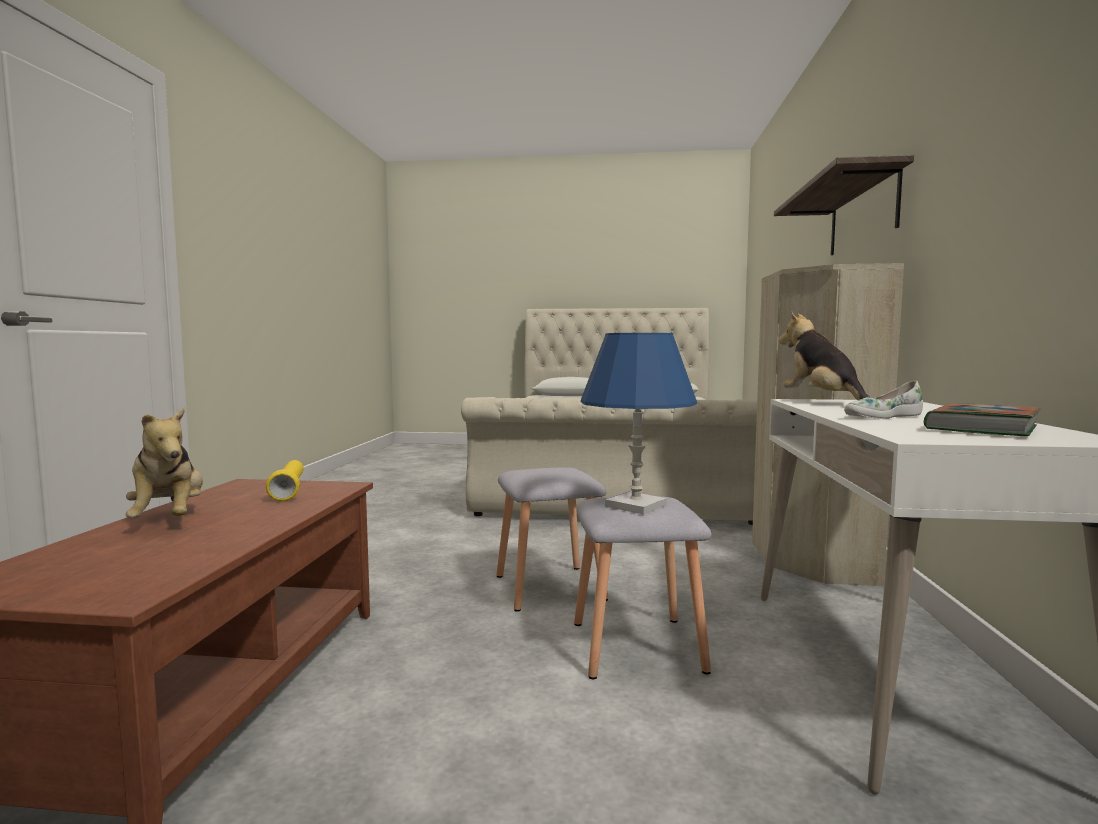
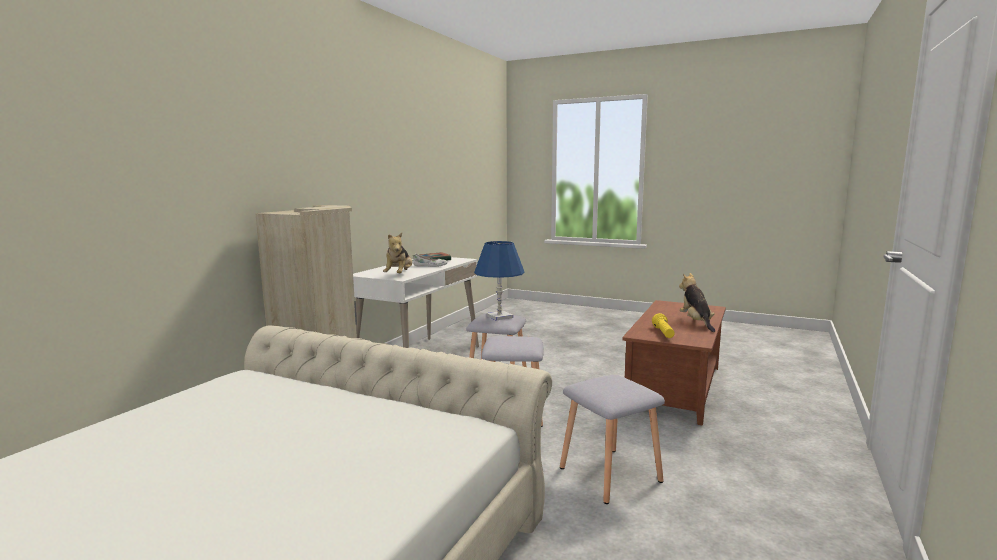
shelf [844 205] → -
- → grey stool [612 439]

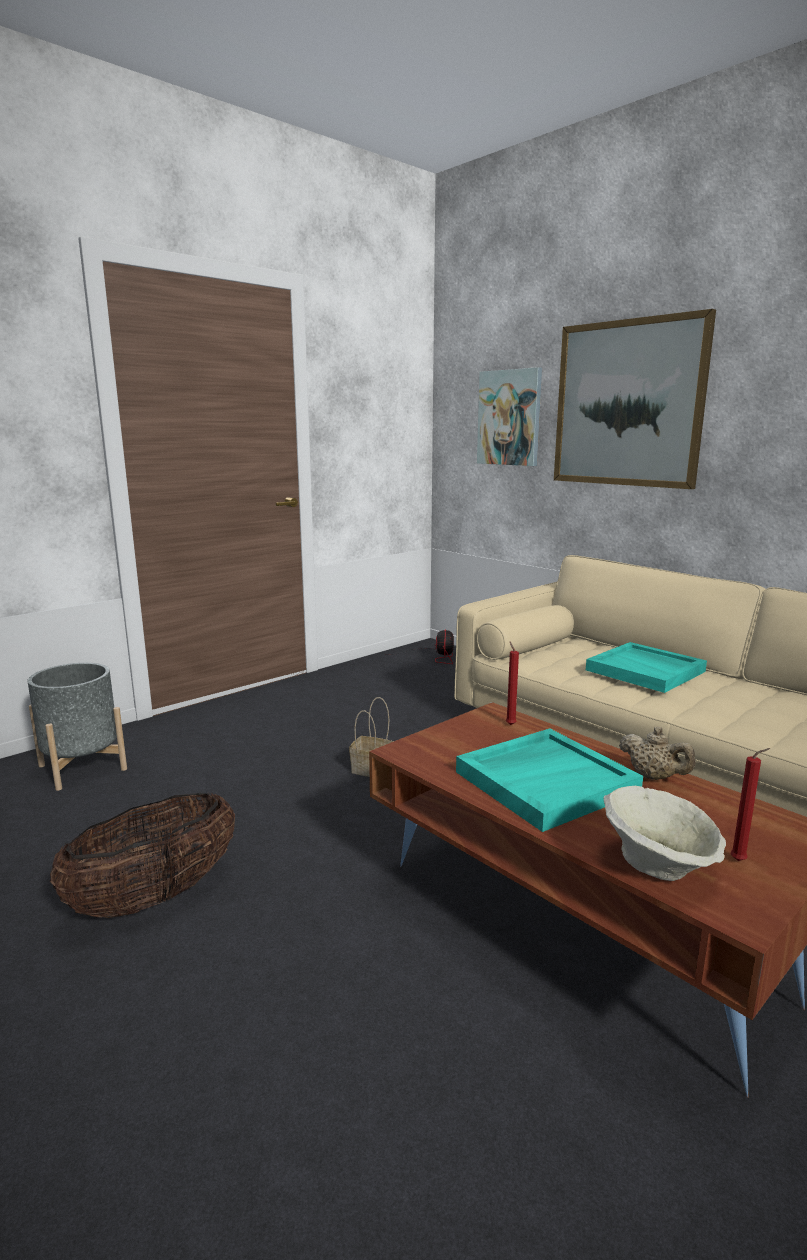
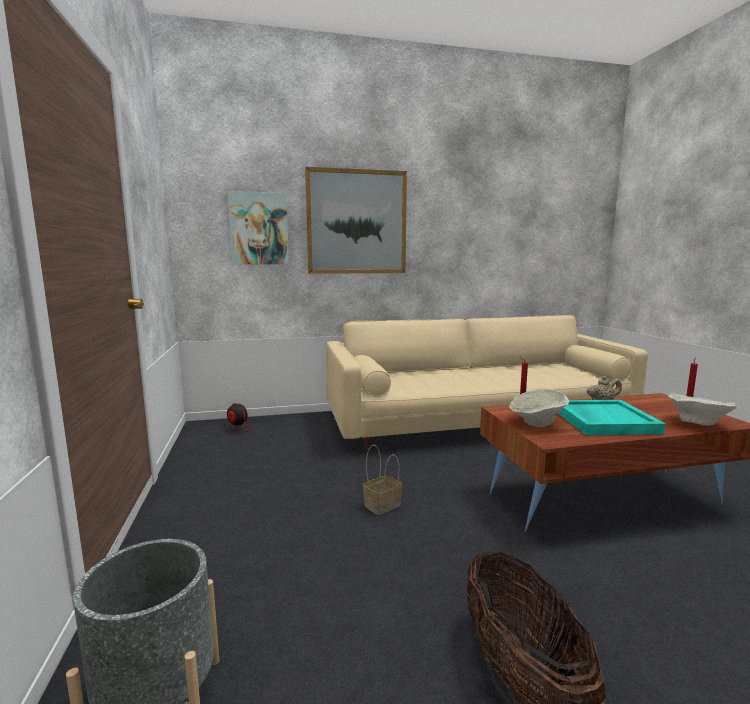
turquoise tray [646 667] → -
- → beige bowl [539 408]

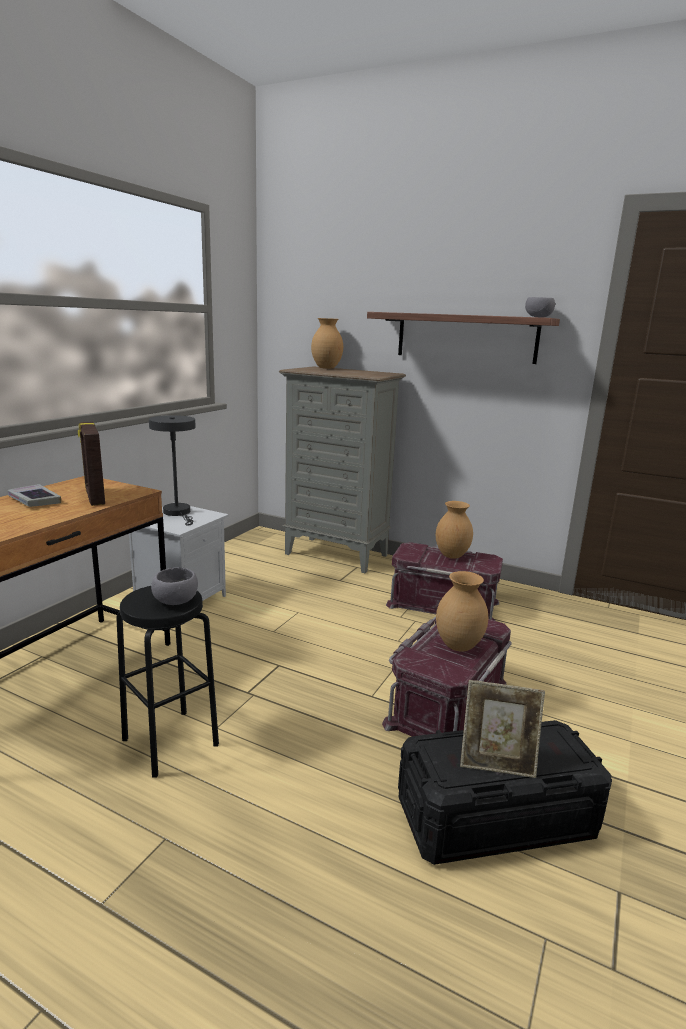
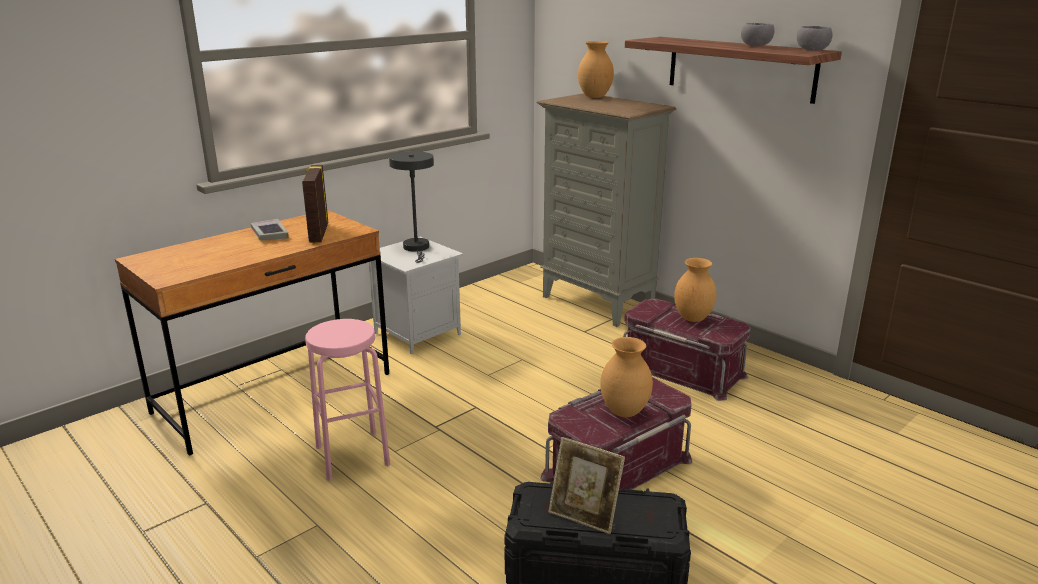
grey bowl [174 586] → grey bowl [758 34], relocated
black stool [167 682] → pink stool [347 400]

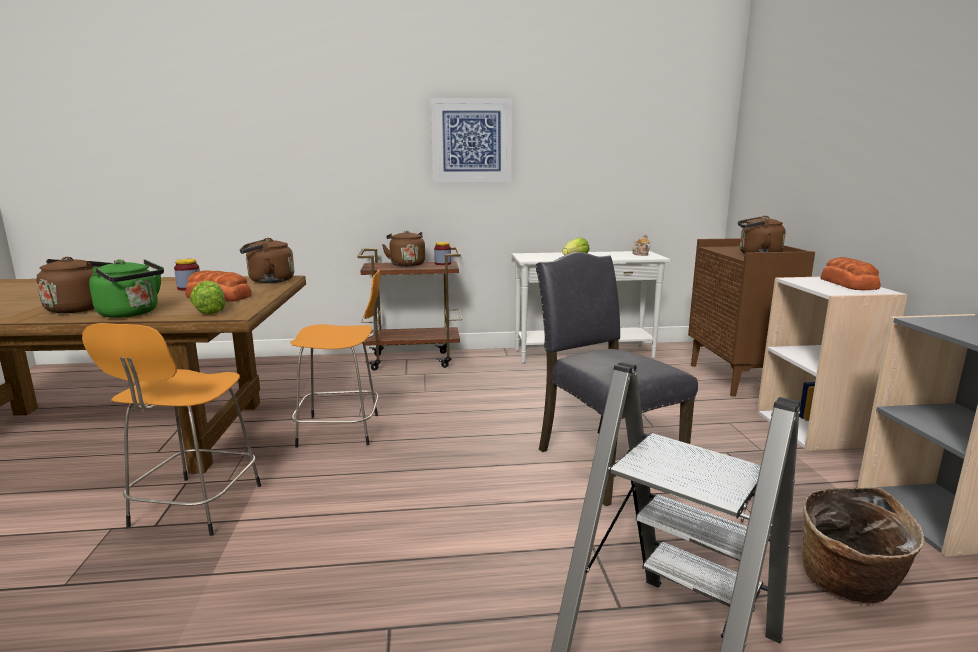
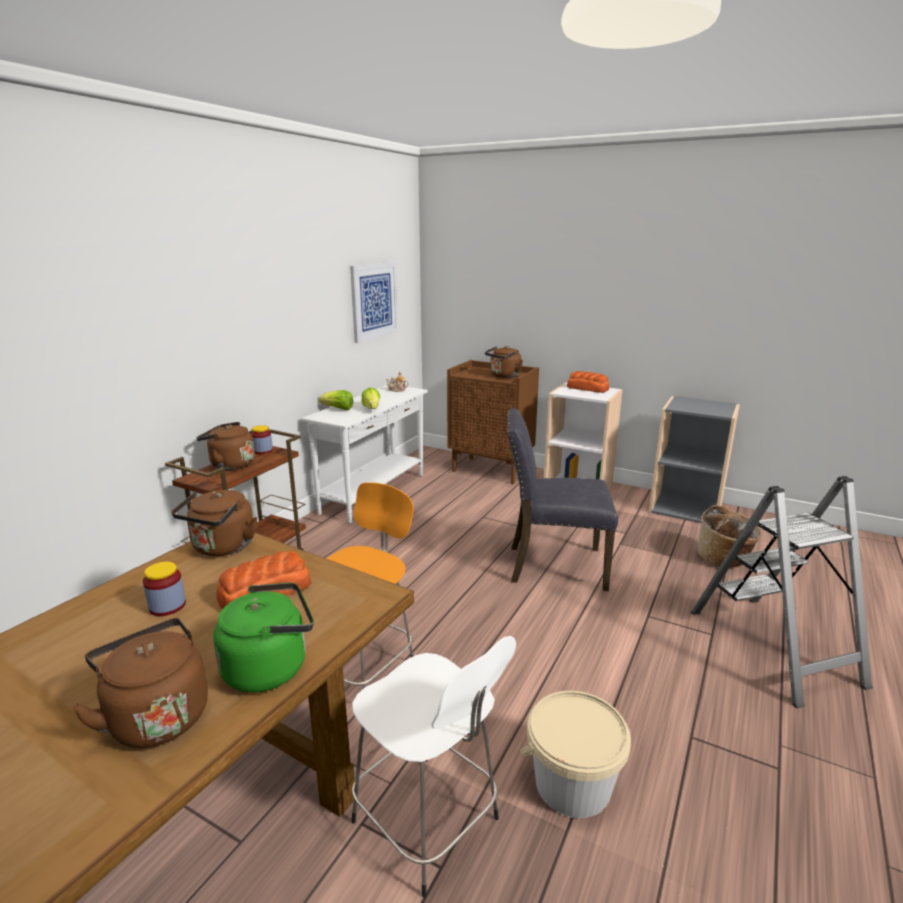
- → beige bucket [575 754]
lettuce [208 298] → lettuce [336 400], relocated
picture [471 140] → picture [374 302], relocated
orange stool [171 429] → white stool [434 767]

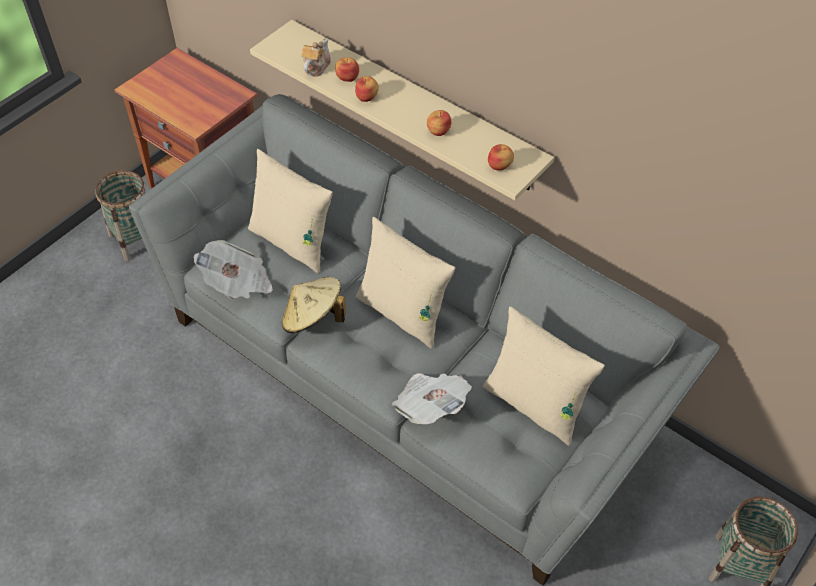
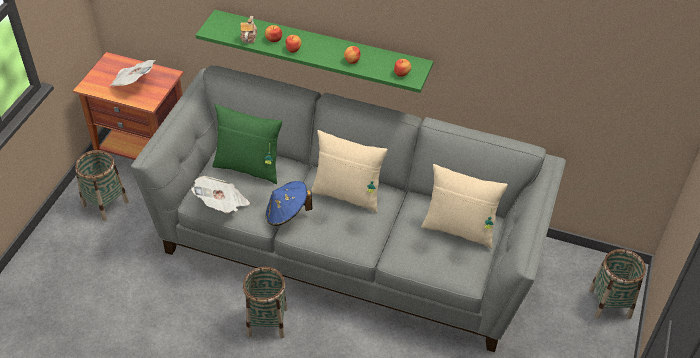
- → basket [265 302]
newspaper [431 398] → newspaper [132 73], relocated
beige pillow [290 211] → green pillow [247 144]
beige shelf [402 110] → green shelf [314 51]
beige hat [314 305] → blue hat [288 203]

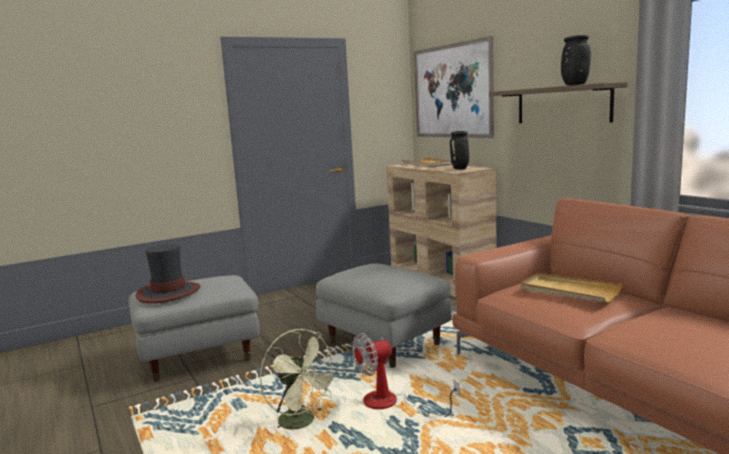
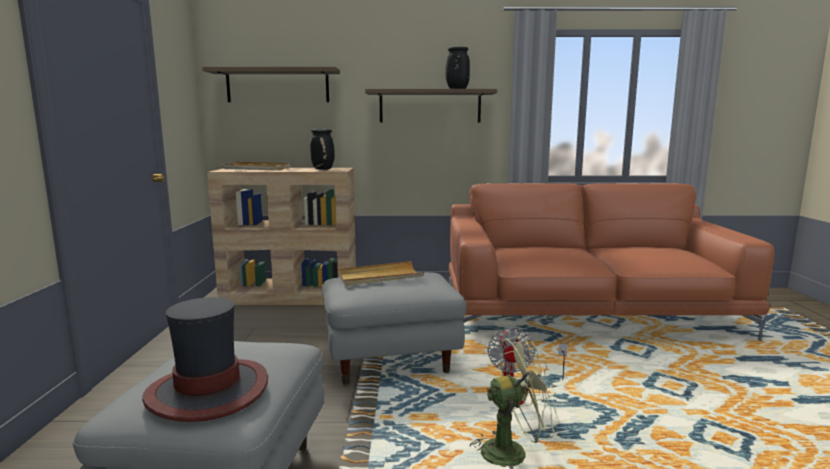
beige tray [571 287] → beige tray [381 273], relocated
picture [454 87] → shelf [271 84]

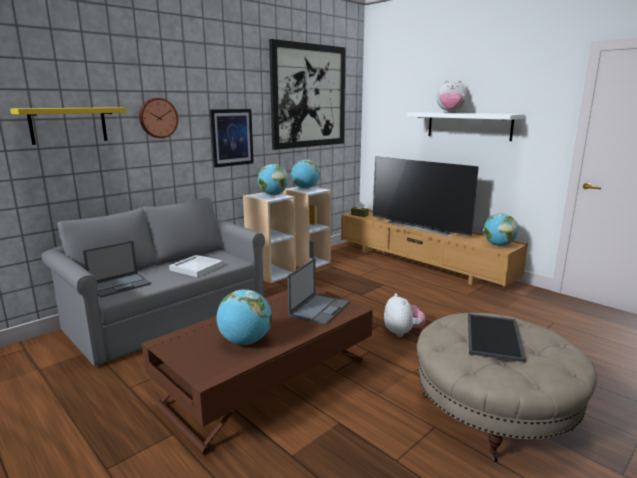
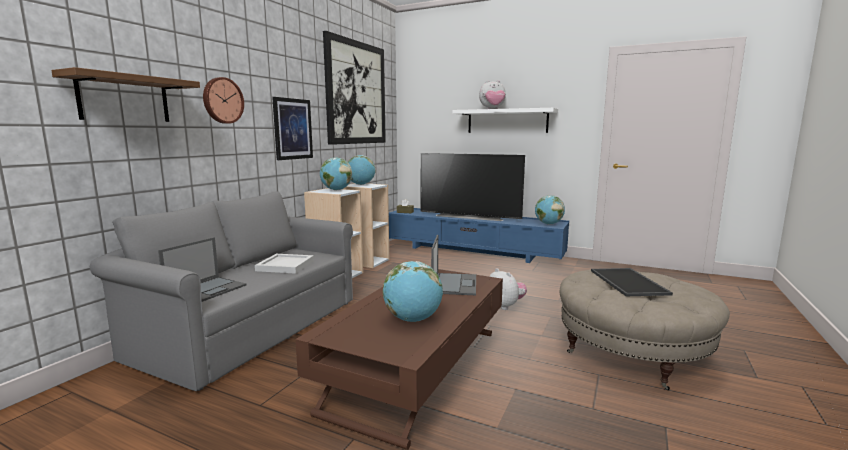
yellow shelf [68 126] → brown shelf [125 94]
brown tv stand [434 248] → blue tv stand [479 235]

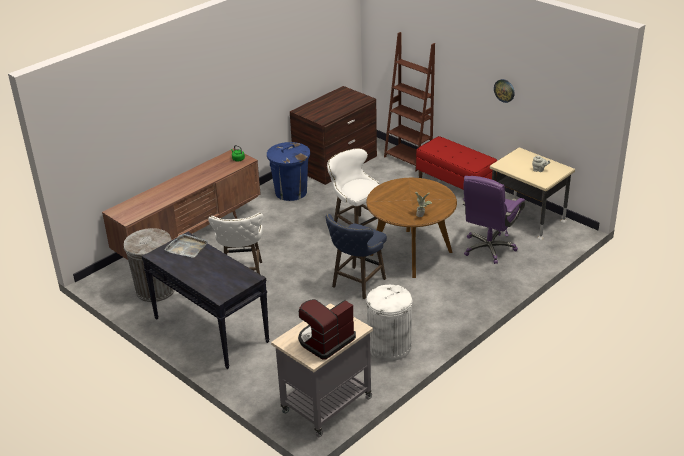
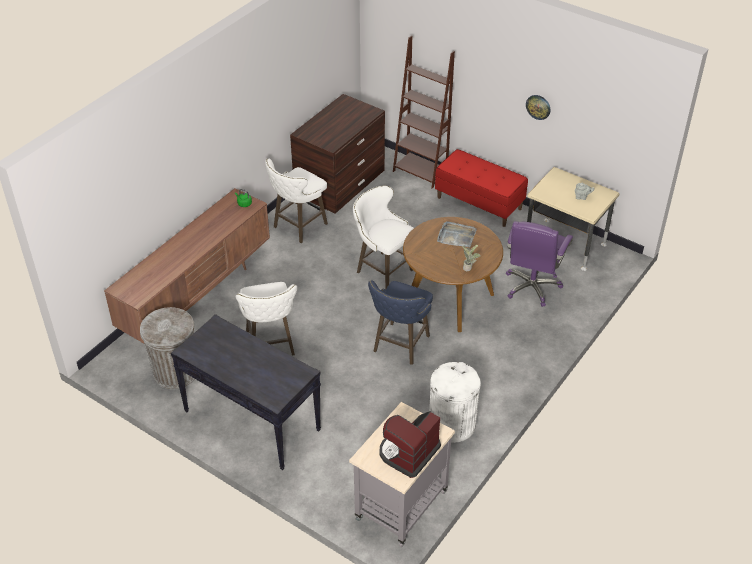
grey tray [186 246] → grey tray [457 234], relocated
blue trash can [288 171] → white stool [296 201]

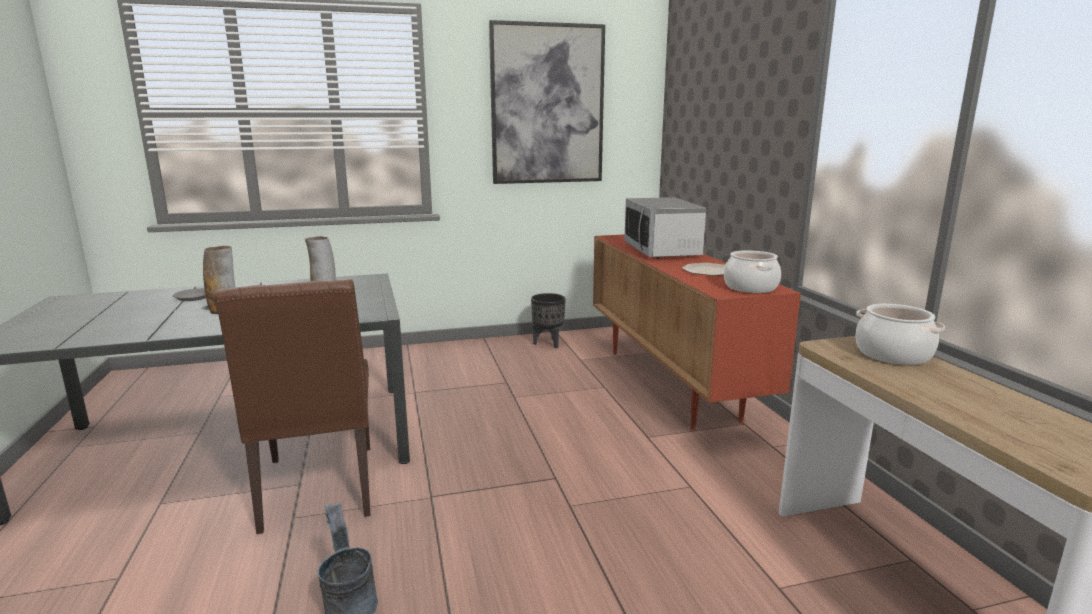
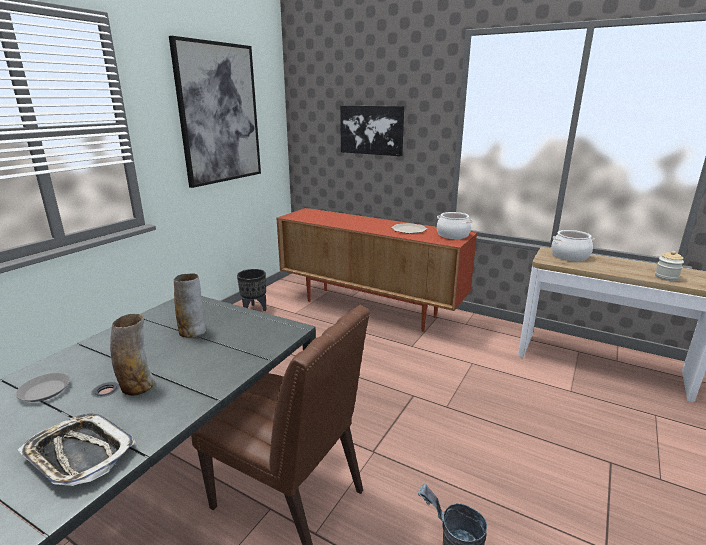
microwave [665 227] → -
- → tray [77 450]
- → picture [372 130]
- → jar [669 266]

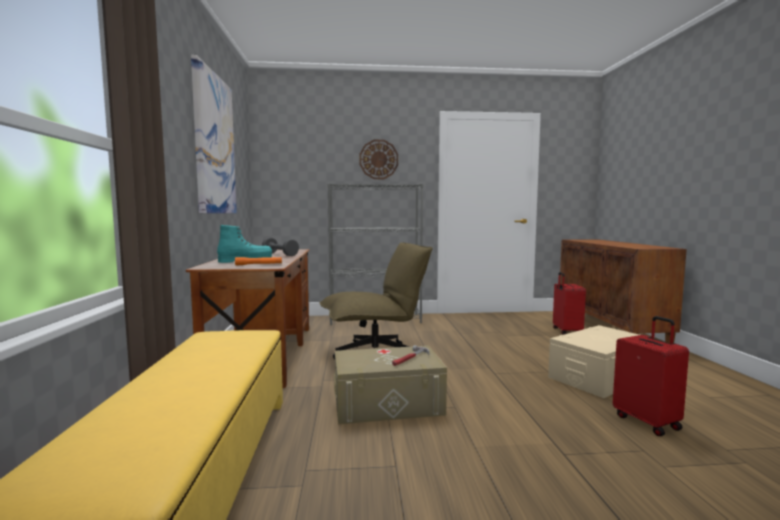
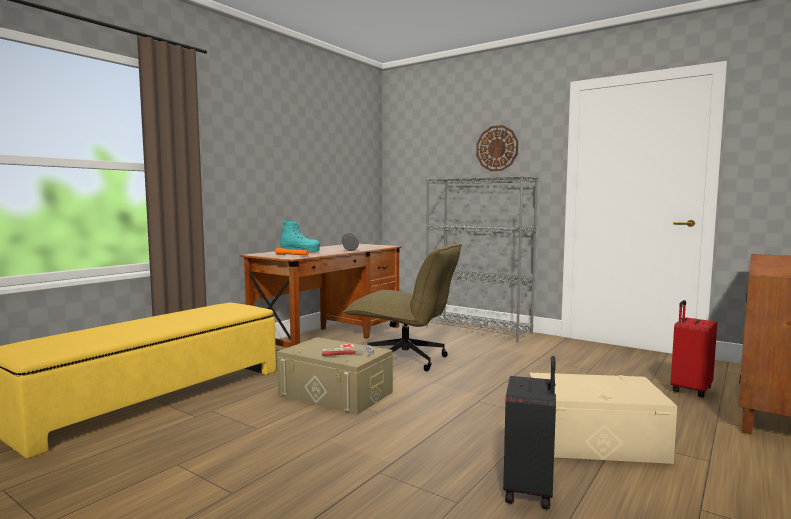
picture [214 134] → -
red suitcase [651 376] → black suitcase [529 433]

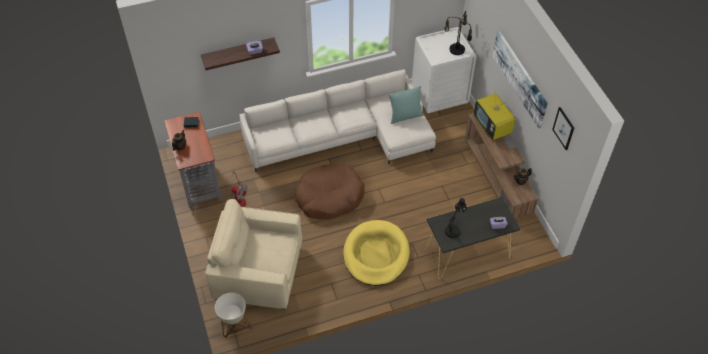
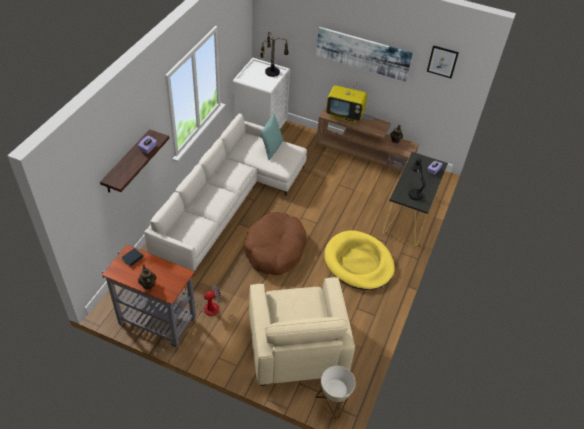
beige armchair [253 254] → beige armchair [302 331], 60 degrees counterclockwise

